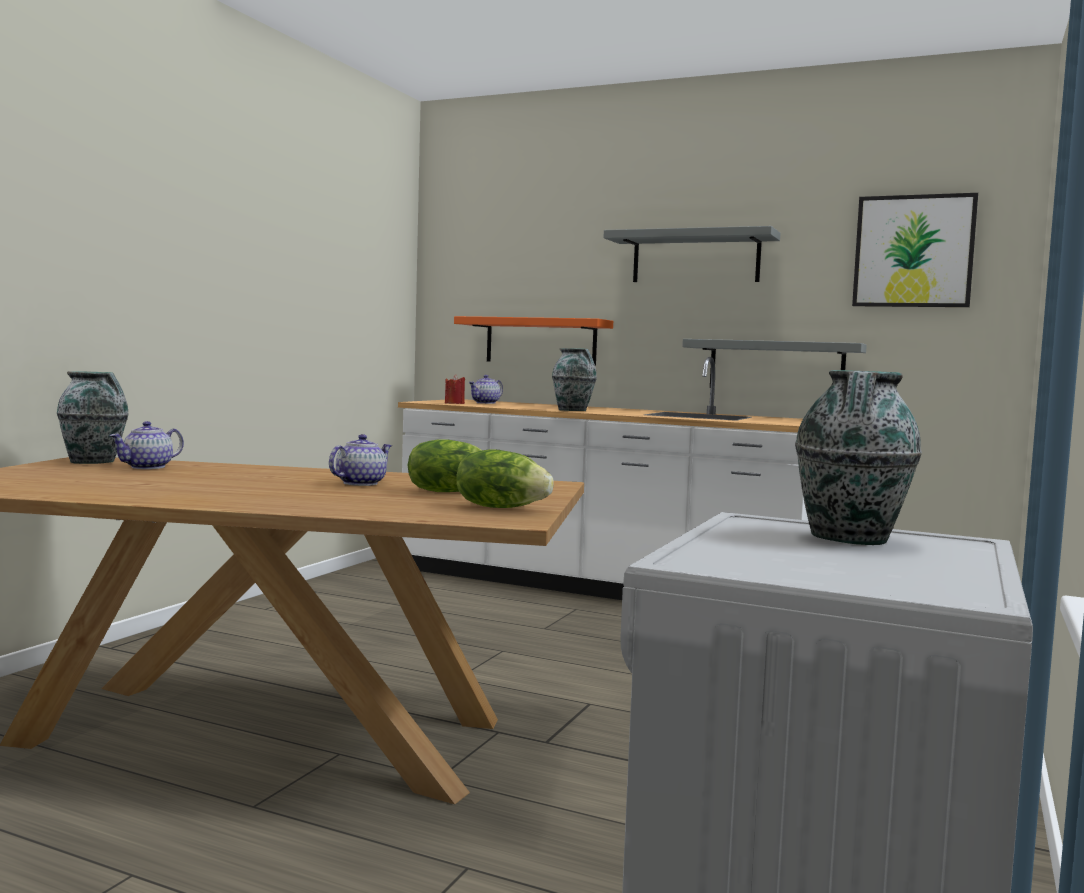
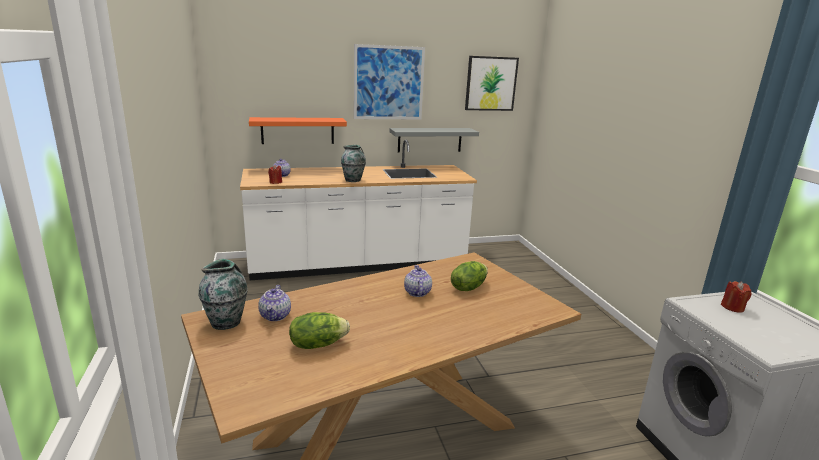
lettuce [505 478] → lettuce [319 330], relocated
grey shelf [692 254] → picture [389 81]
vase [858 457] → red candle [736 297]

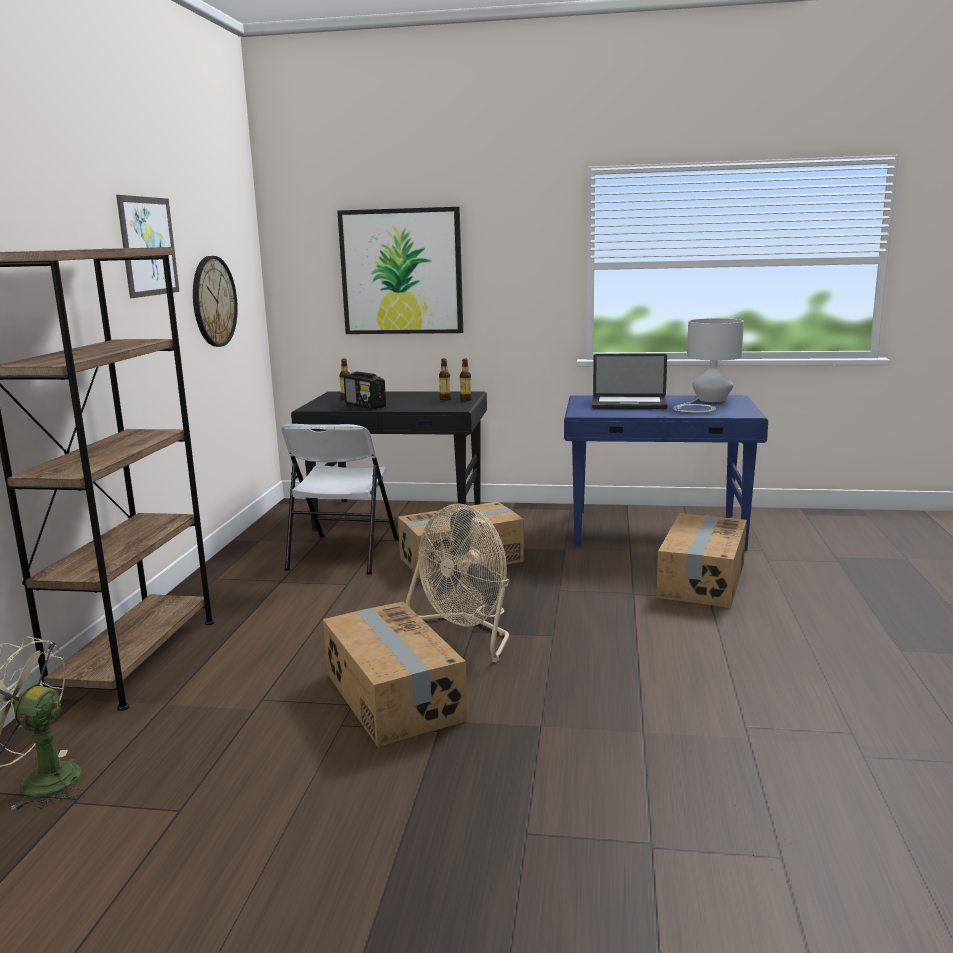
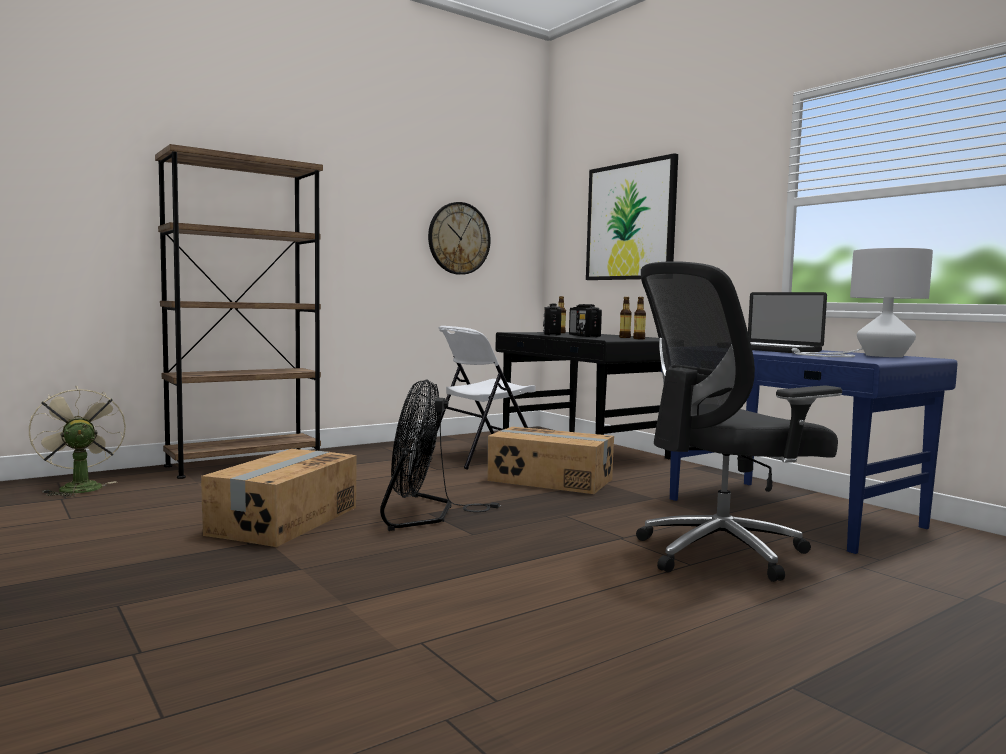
picture [148 246] → -
- → radio [585 320]
cardboard box [702 561] → office chair [739 421]
beige fan [458 583] → black fan [440 455]

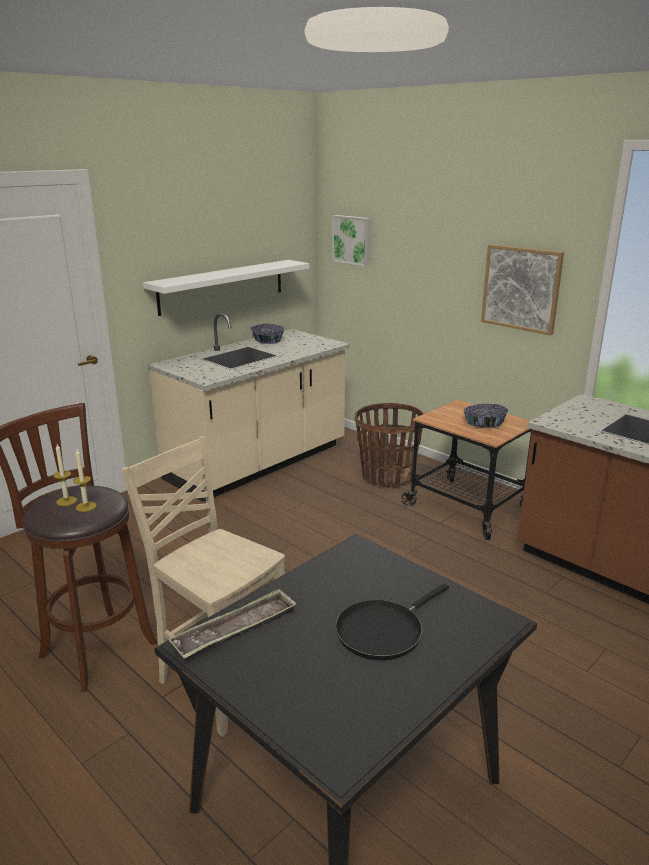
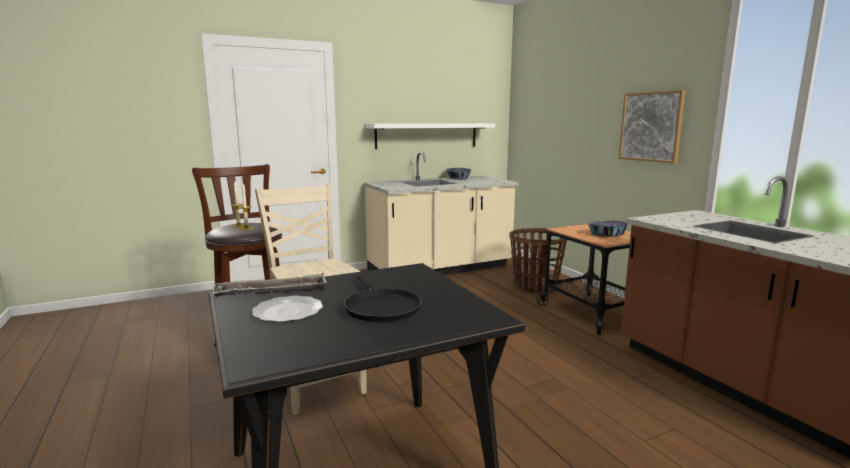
picture [351 241] → -
- → plate [287 309]
black frying pan [392 621] → black frying pan [383 298], 90 degrees counterclockwise

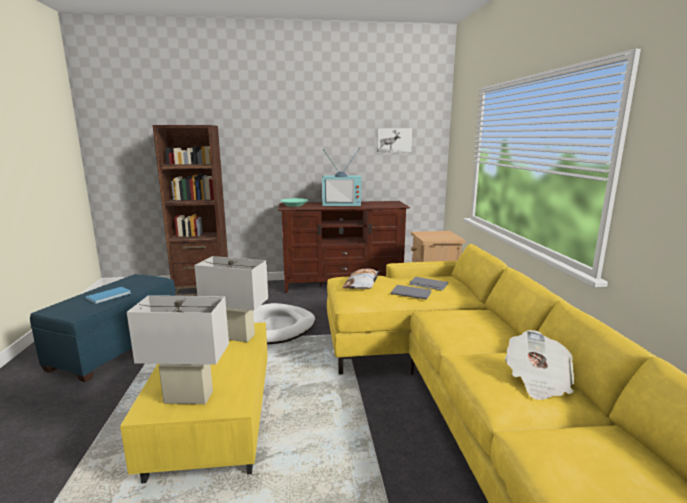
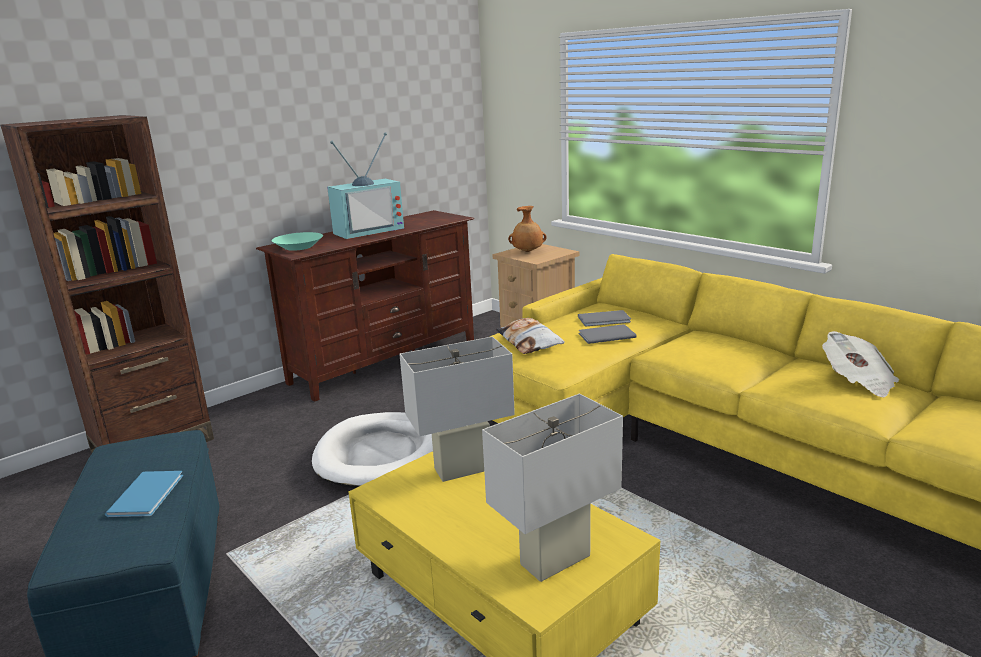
picture [394 140] → -
- → brown vase [527 229]

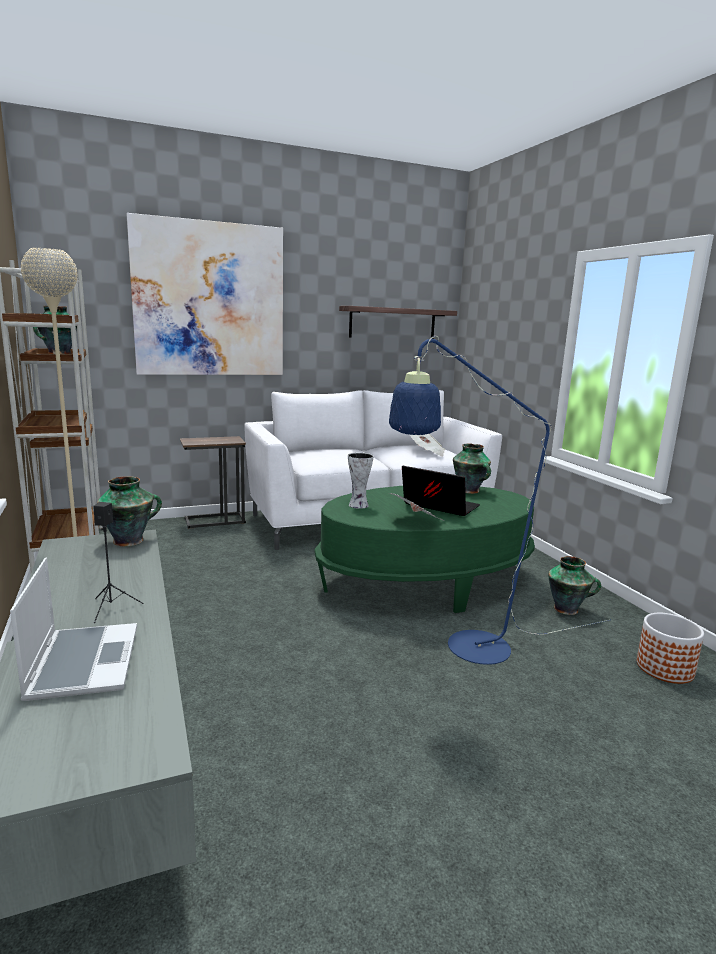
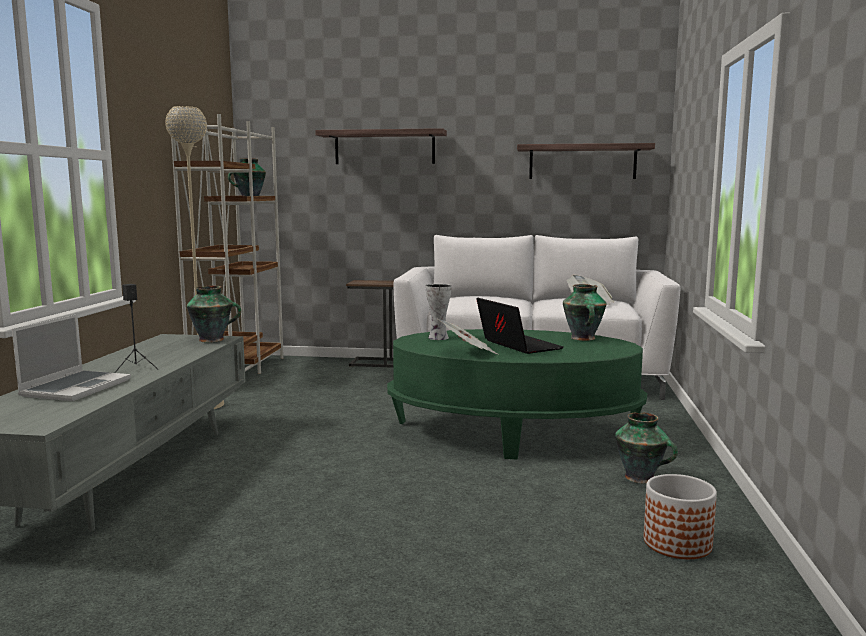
blue floor lamp [499 500] → -
picture [204 294] → shelf [381 146]

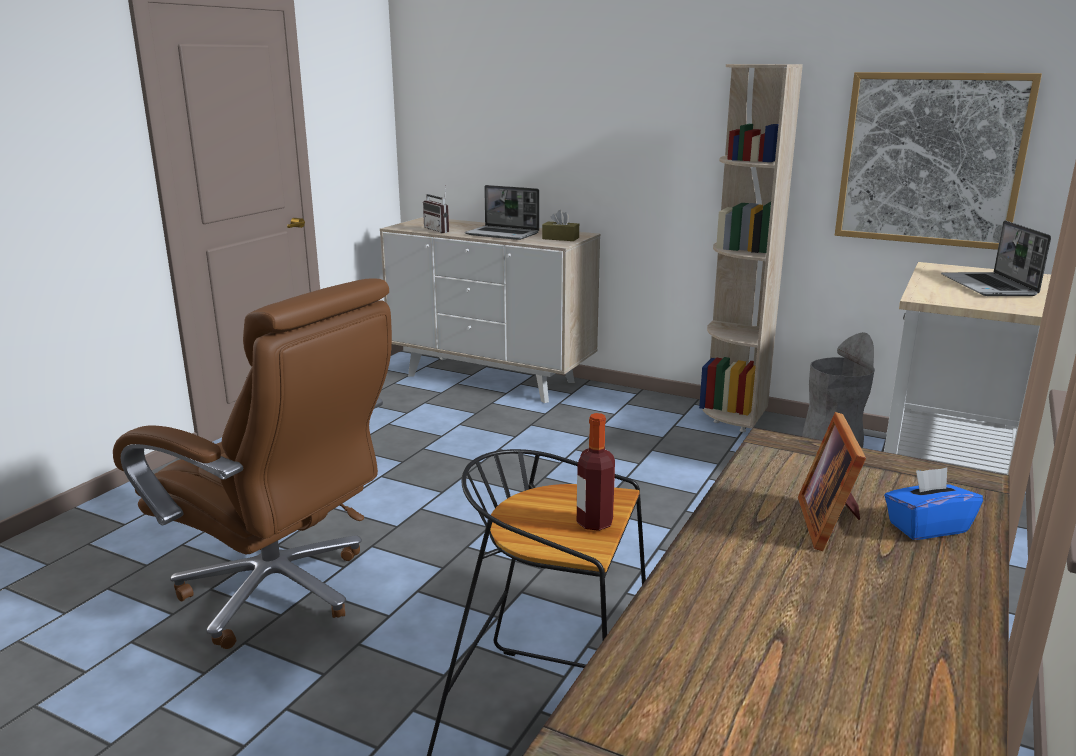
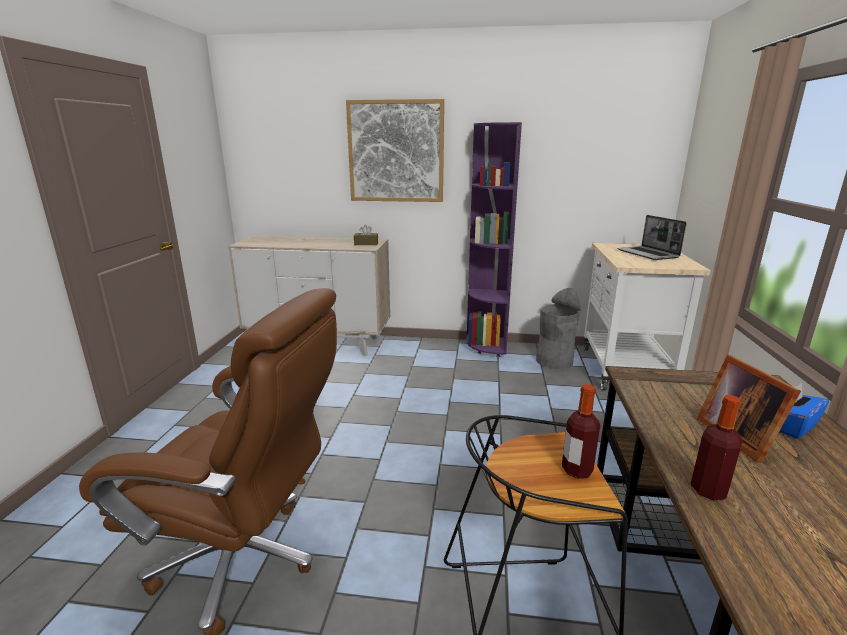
radio [436 209] → -
laptop [502 212] → -
- → bottle [716 447]
picture [938 161] → picture [395 150], relocated
beige bookcase [751 248] → purple bookcase [494 239]

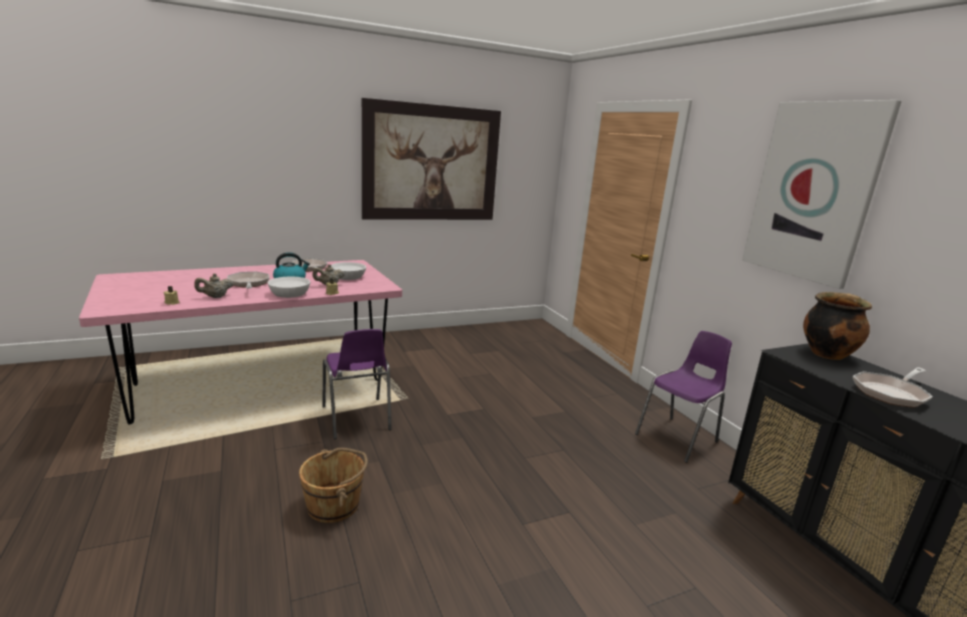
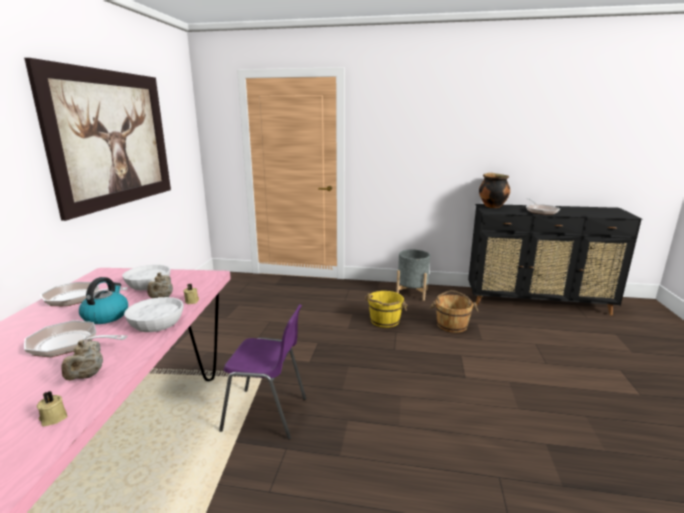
picture [822 194] → -
- → yellow bucket [386 309]
brown bucket [333 485] → brown bucket [454 311], relocated
purple chair [683 397] → grey planter [413 275]

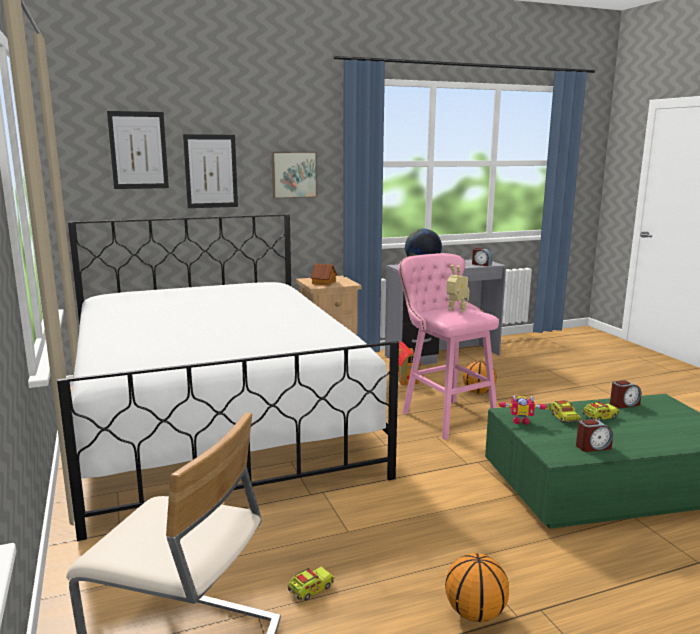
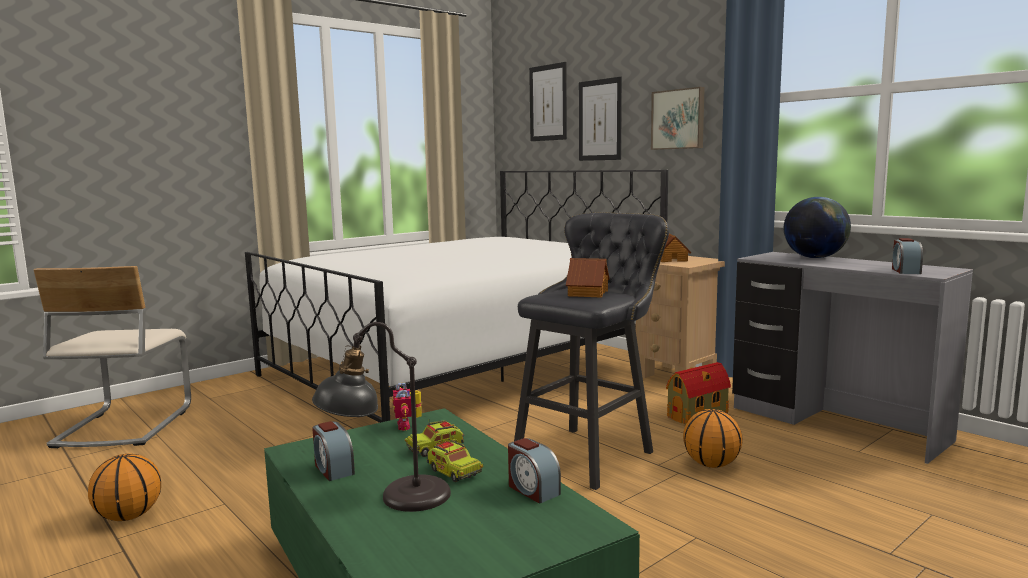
toy truck [311 583] → -
- → grey table lamp [381 417]
toy robot [458 289] → toy house [587 278]
pink stool [448 346] → black stool [591 351]

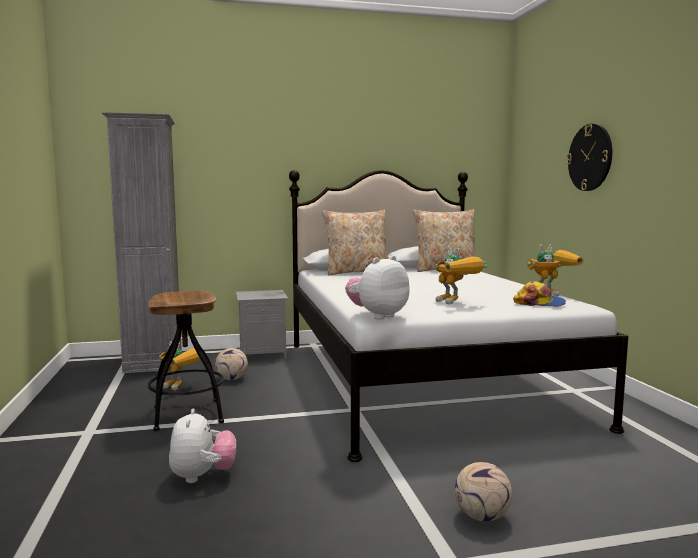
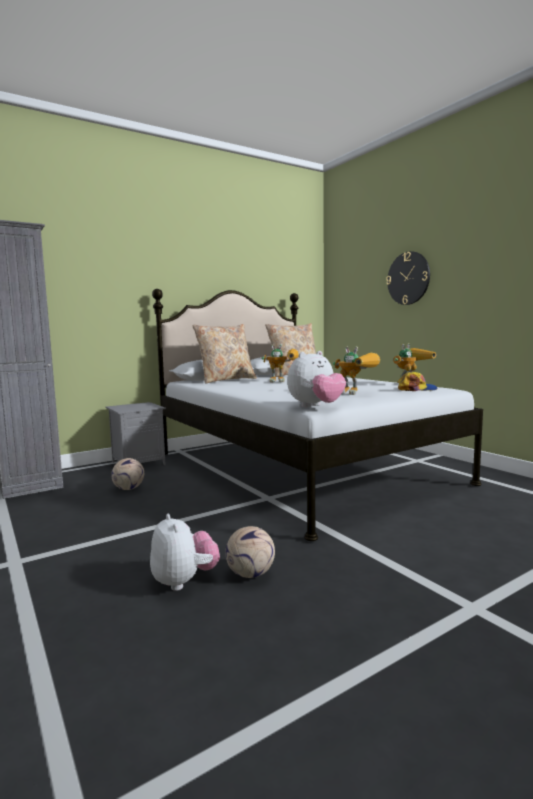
brown stool [186 361] → -
toy robot [179 365] → toy robot [280 363], relocated
football [483 491] → football [250 552], relocated
plush toy [377 288] → plush toy [316 379], 150 degrees counterclockwise

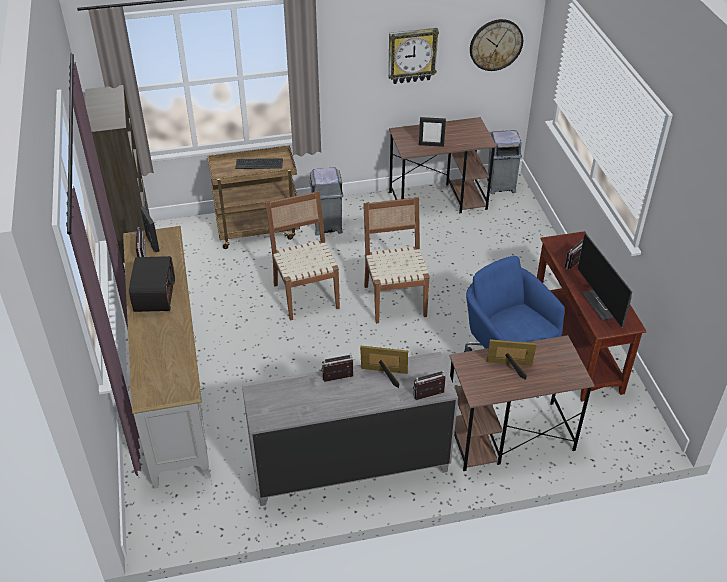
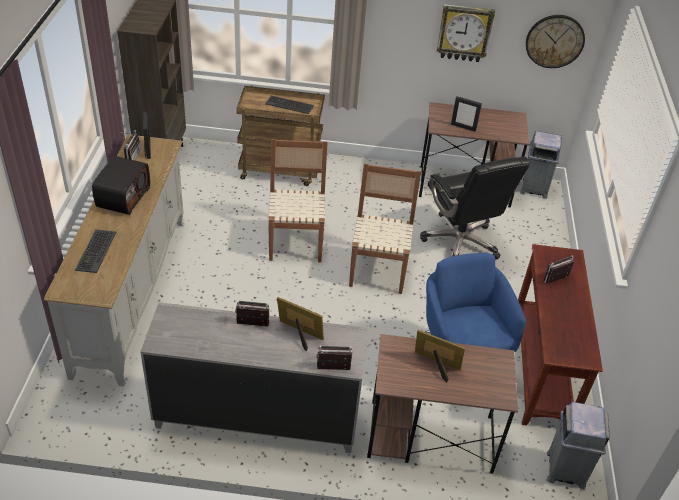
monitor [604 280] → -
- → keyboard [95 251]
- → black office chair [475 208]
grey trash can [326 201] → grey trash can [578 445], relocated

